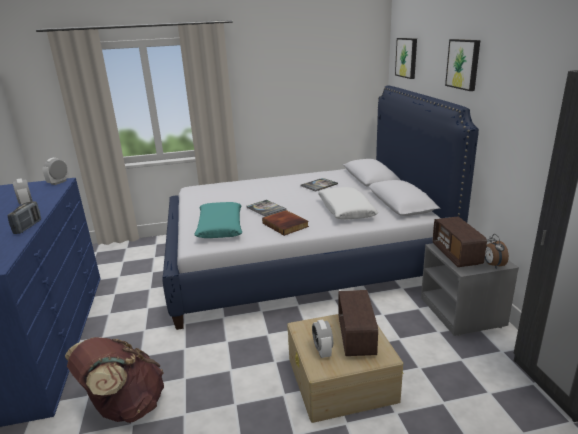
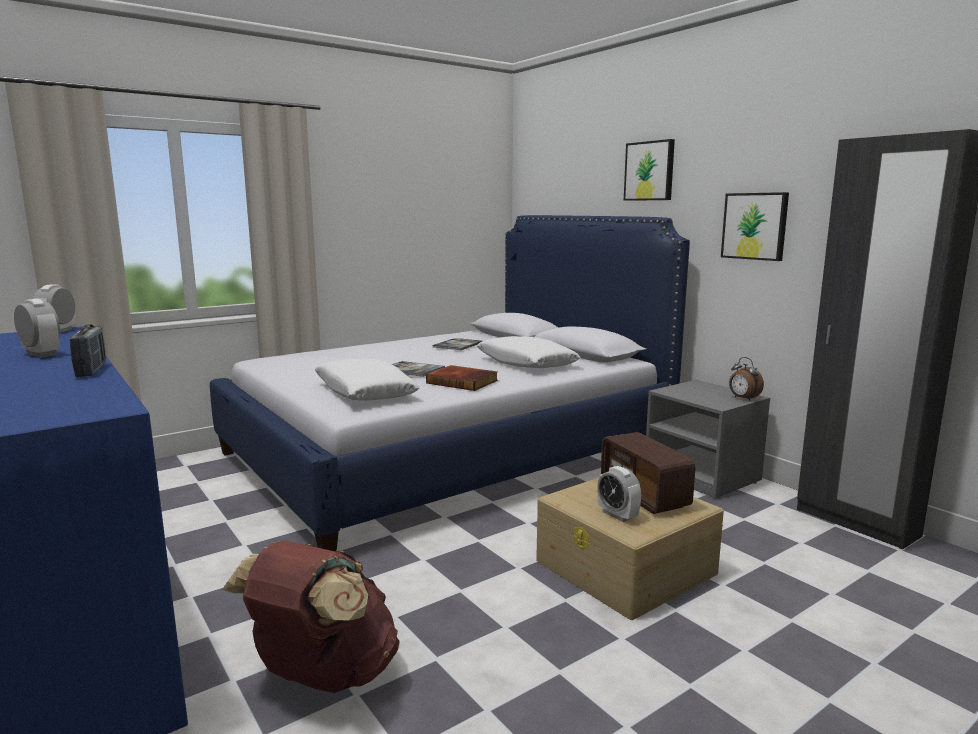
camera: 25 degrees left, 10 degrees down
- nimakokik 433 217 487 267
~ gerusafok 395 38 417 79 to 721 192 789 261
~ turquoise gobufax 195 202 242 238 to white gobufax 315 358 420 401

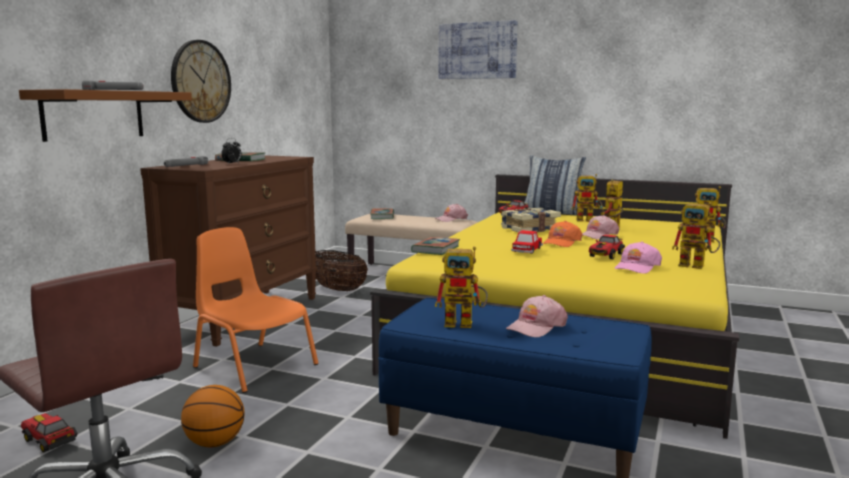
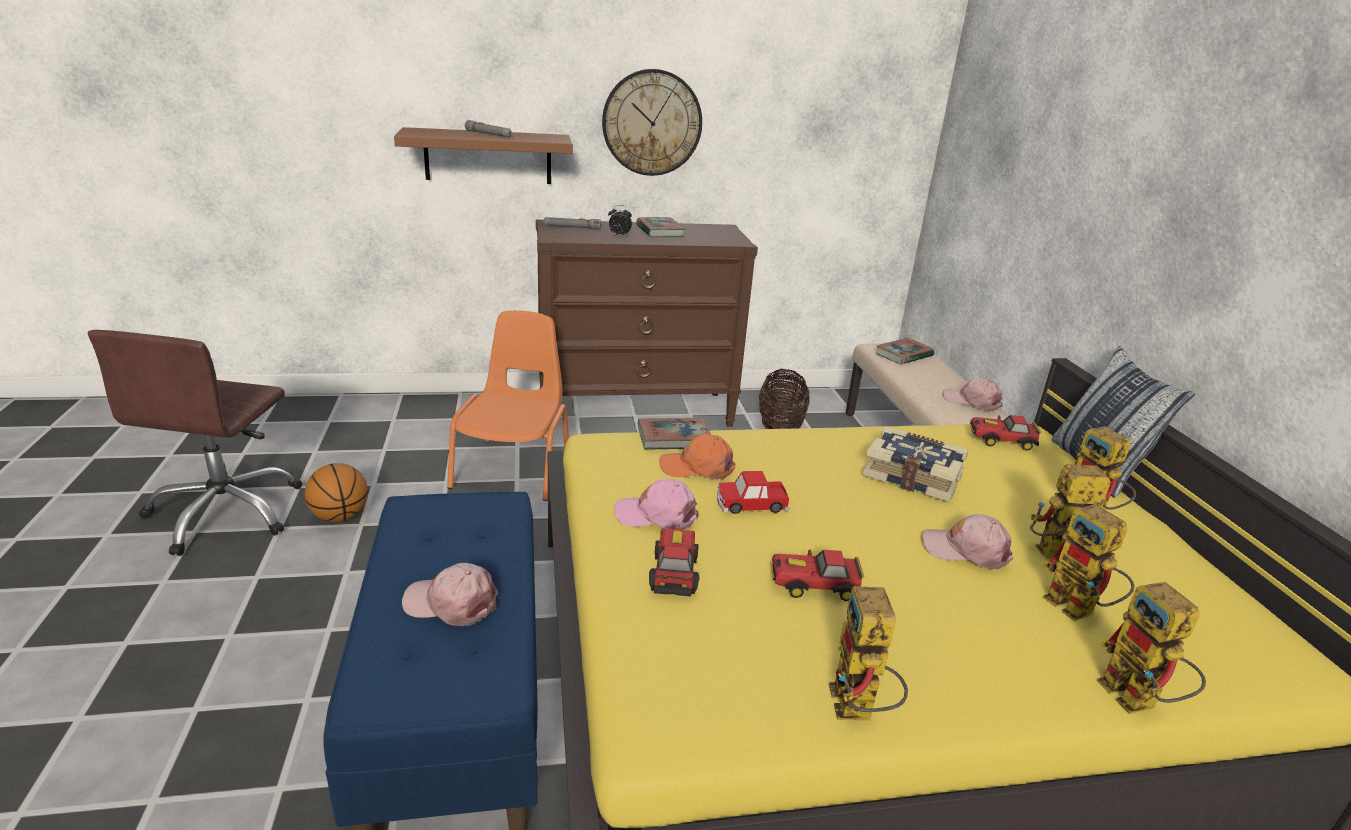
camera: 55 degrees right, 15 degrees up
- gerusafok 439 20 517 79
~ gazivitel 21 413 78 452 to 649 528 700 596
~ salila 435 247 488 328 to 1043 504 1134 621
~ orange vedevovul 543 221 582 247 to 659 434 735 479
~ pink vedevovul 615 241 662 274 to 614 478 698 530

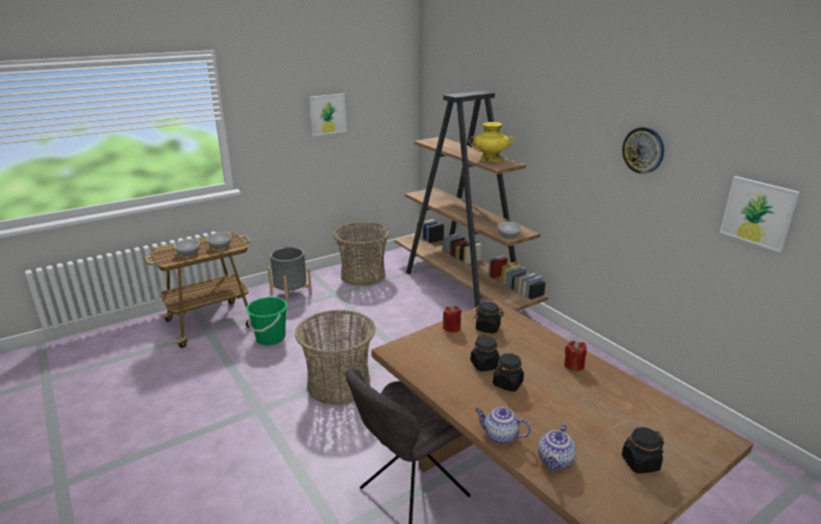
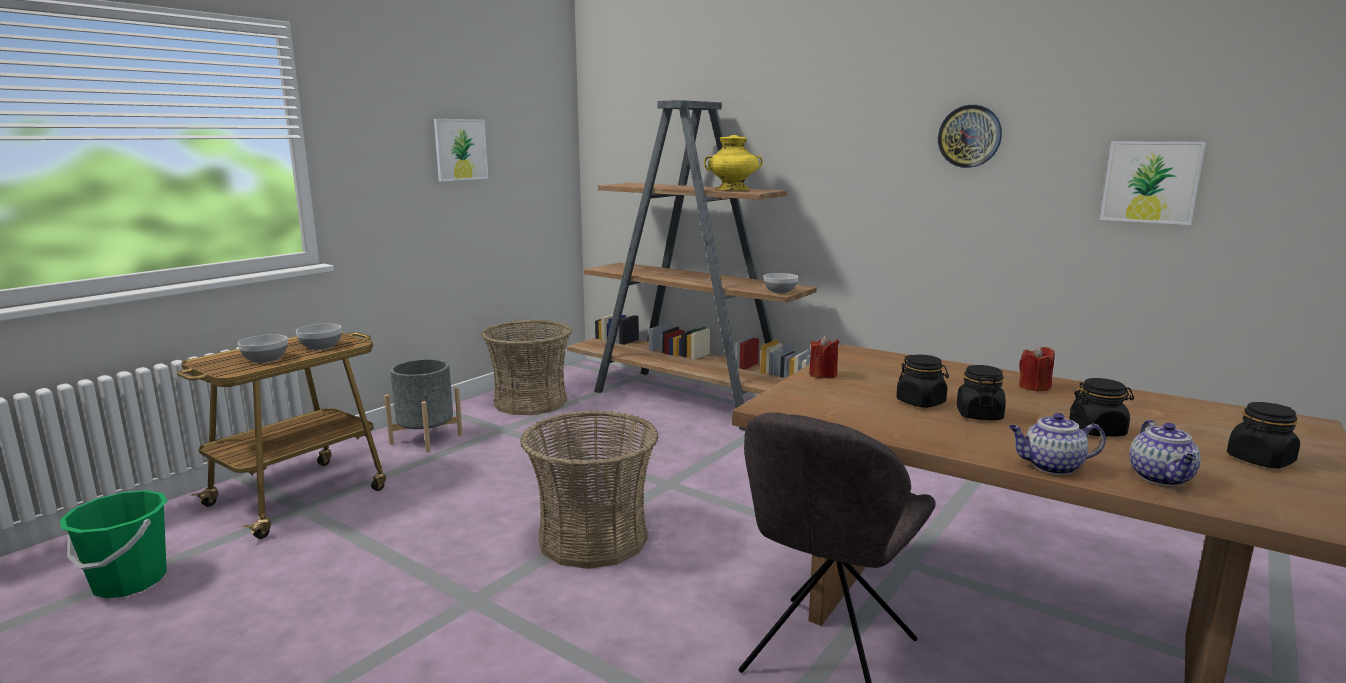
camera: 20 degrees left, 10 degrees down
~ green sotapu 246 297 288 345 to 59 490 168 598
~ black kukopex 475 302 504 333 to 1069 378 1134 437

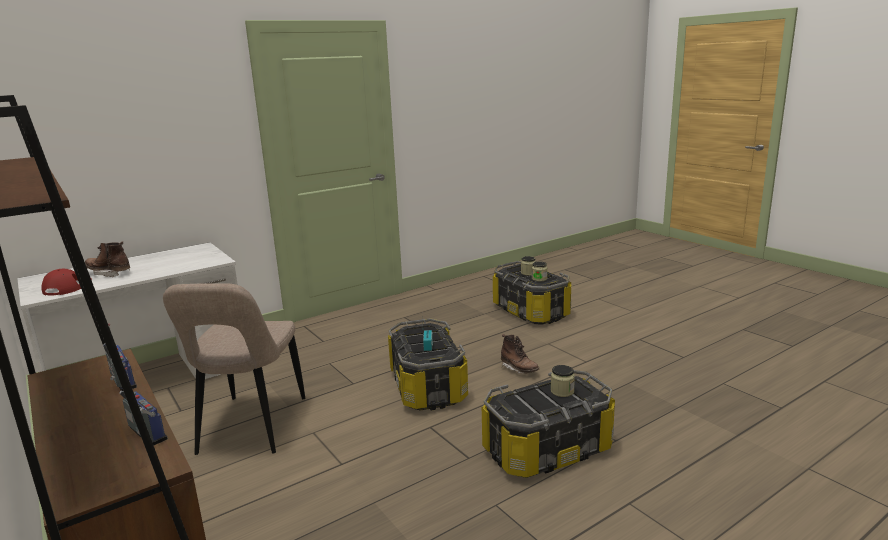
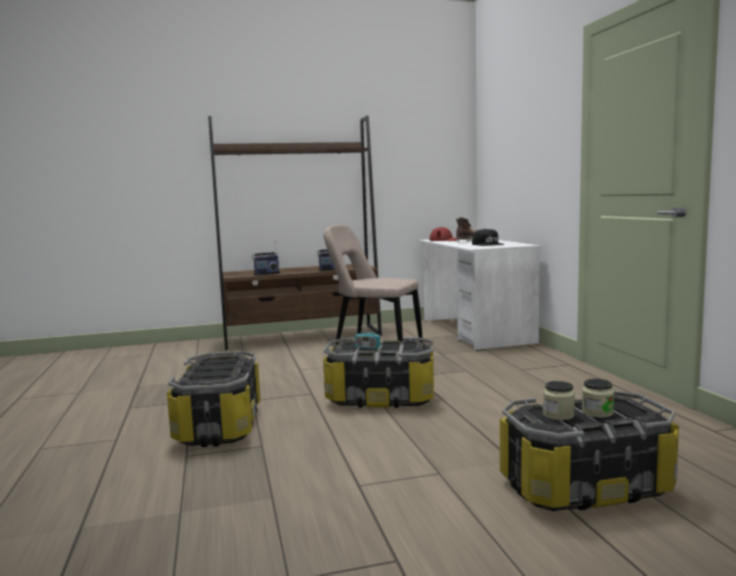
camera: 110 degrees right, 10 degrees down
- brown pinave 501 334 539 374
- kukopex 551 365 575 397
+ black vedevovul 472 229 504 246

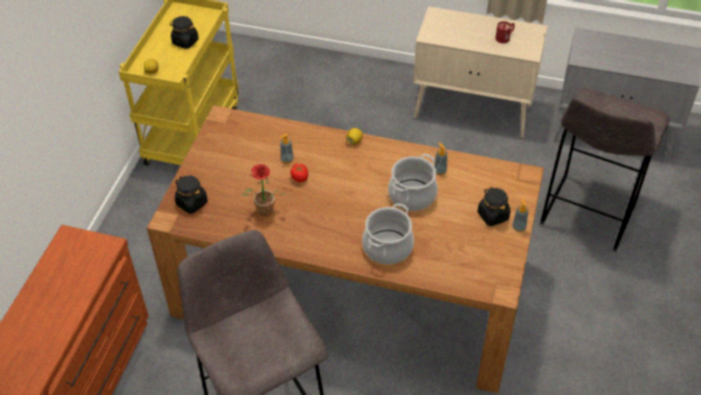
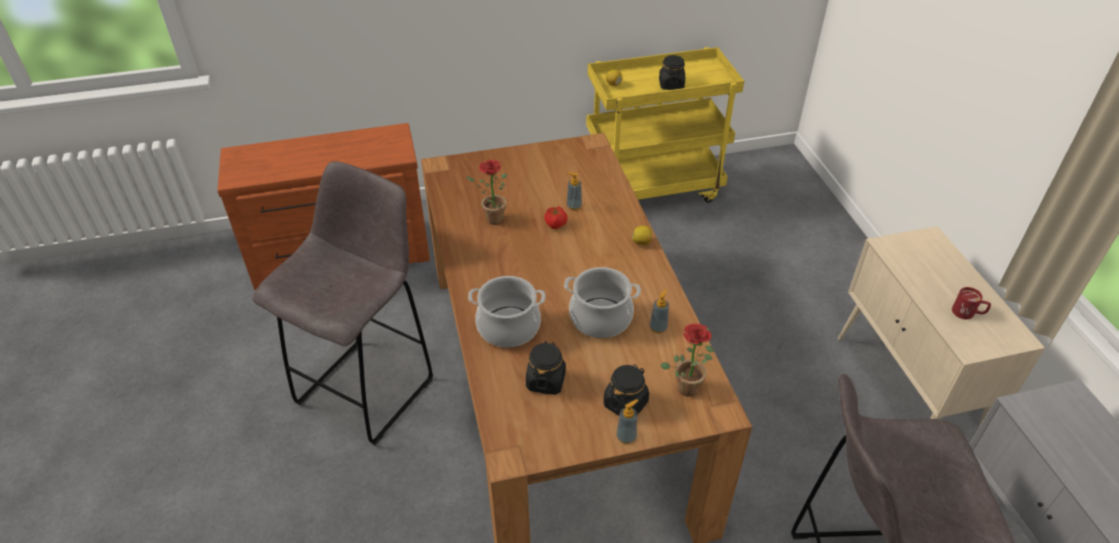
camera: 60 degrees right, 5 degrees down
+ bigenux 660 324 714 397
~ black kukopex 175 176 208 214 to 526 341 566 395

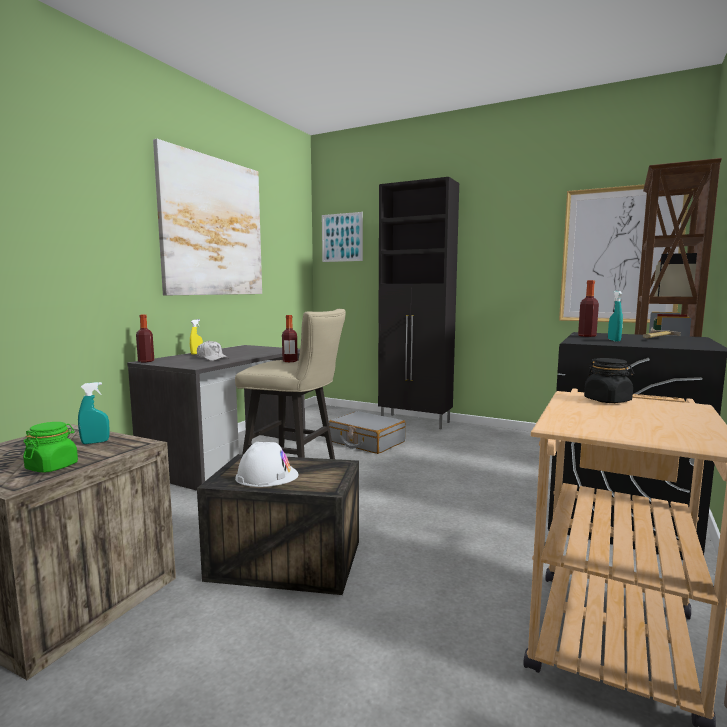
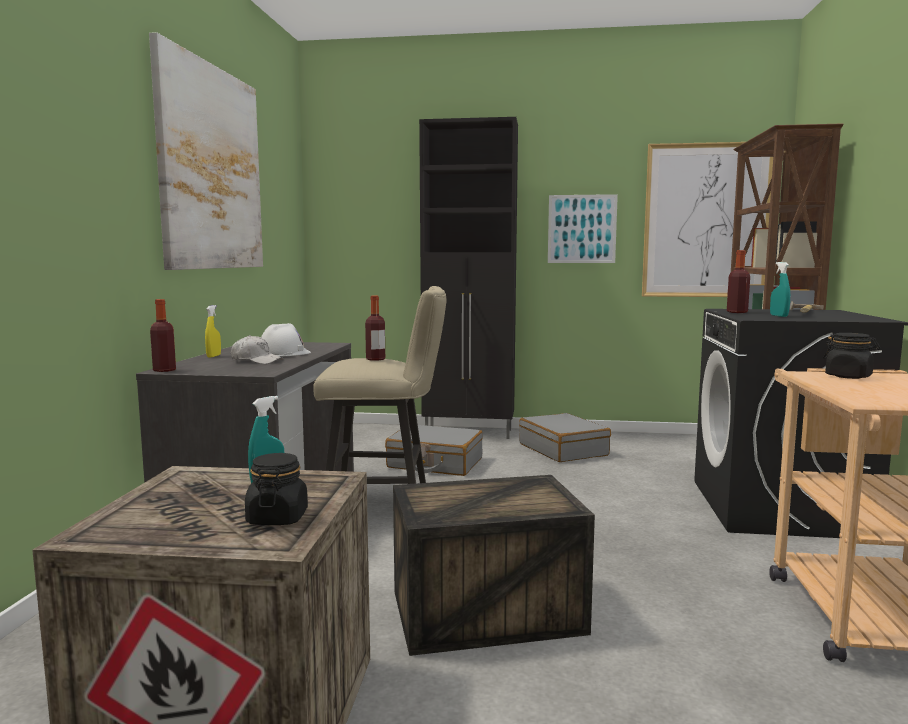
camera: 20 degrees left, 0 degrees up
+ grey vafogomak 519 413 611 462
~ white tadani 235 442 298 487 to 261 323 311 357
~ gerusafok 322 212 363 262 to 548 194 618 263
~ green kukopex 23 422 78 473 to black kukopex 245 453 308 525

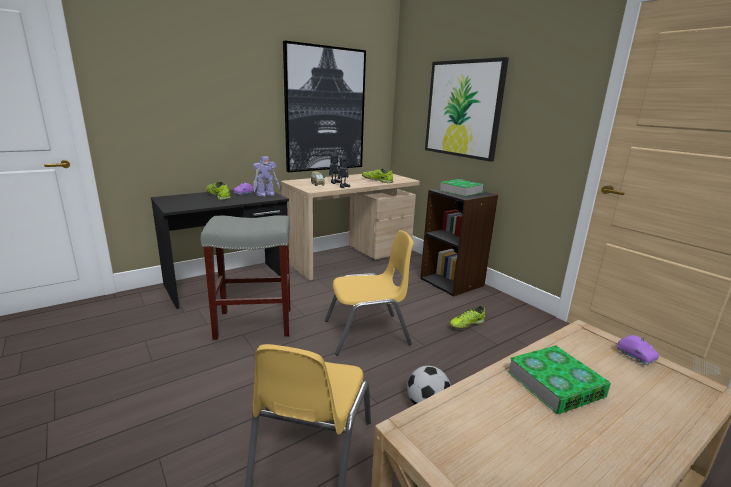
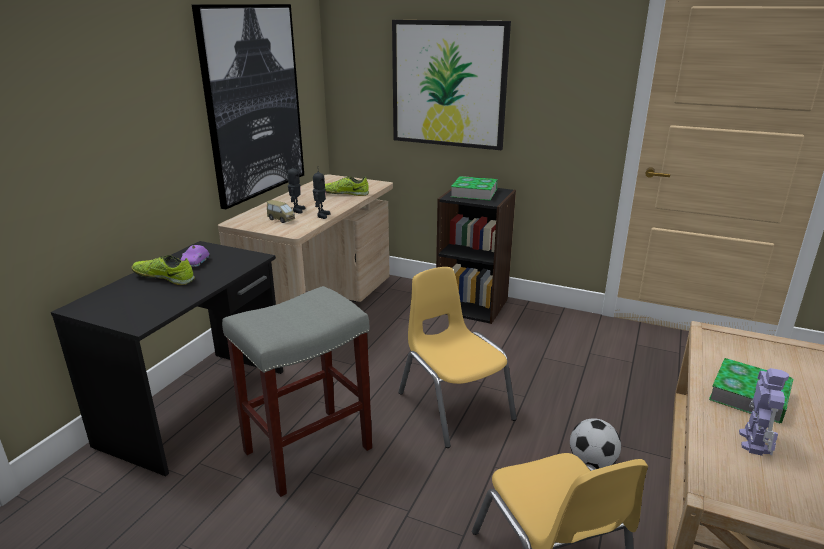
camera: 30 degrees left, 5 degrees up
- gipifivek 449 305 485 329
- purple gazivitel 616 335 659 365
~ salila 253 156 280 197 to 739 368 789 456
~ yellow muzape 325 230 414 355 = 398 267 517 448 75 degrees counterclockwise

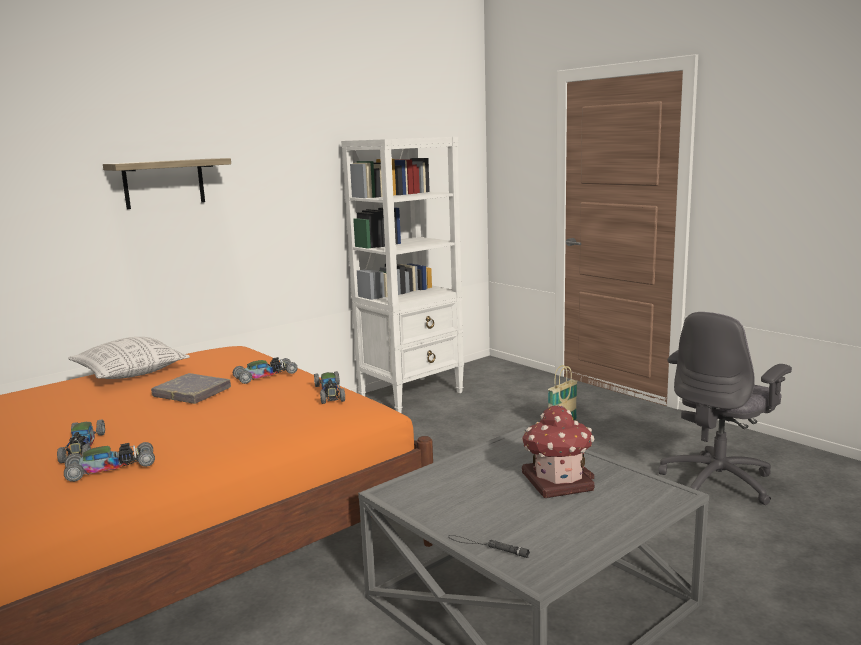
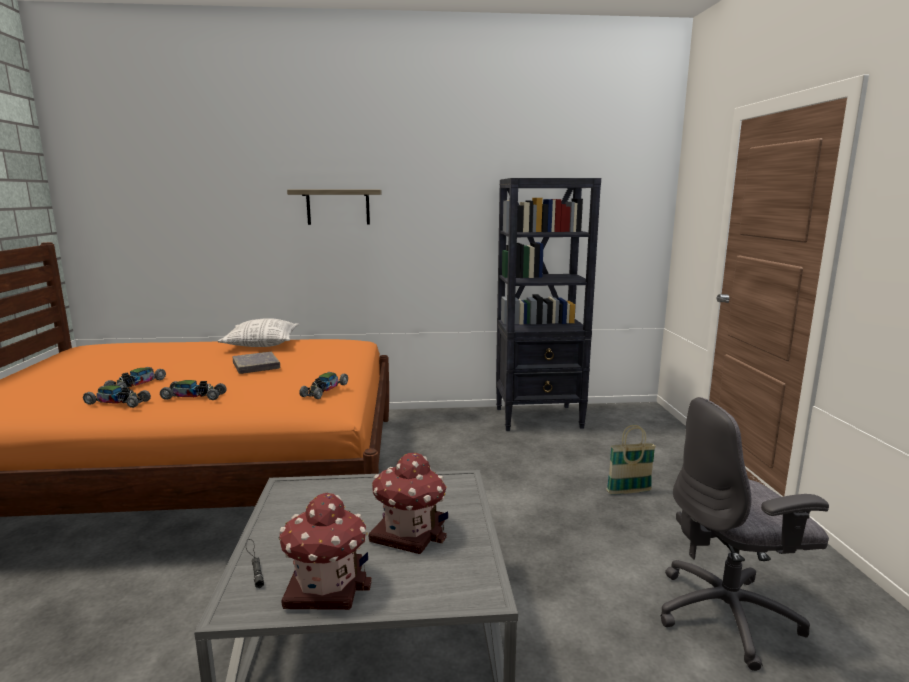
camera: 35 degrees right, 0 degrees up
+ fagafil 279 492 372 610
~ gazivitel 233 357 298 384 to 160 380 227 400
~ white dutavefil 341 137 464 413 to black dutavefil 496 178 601 431

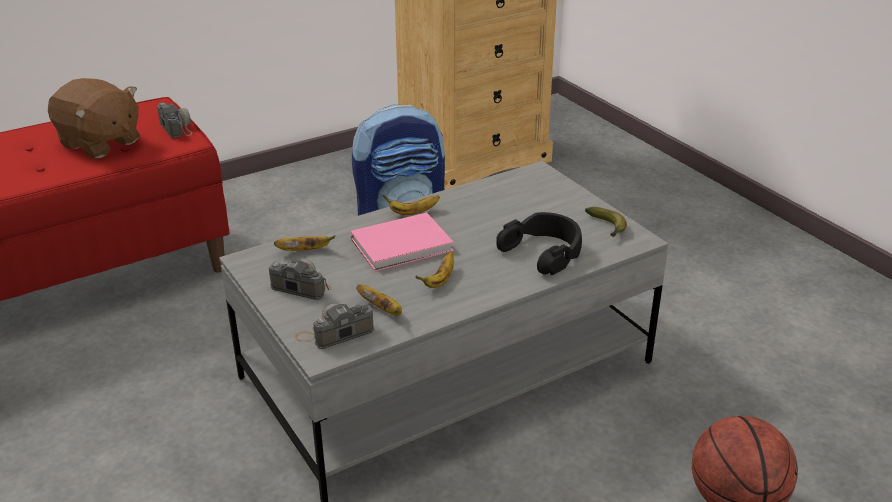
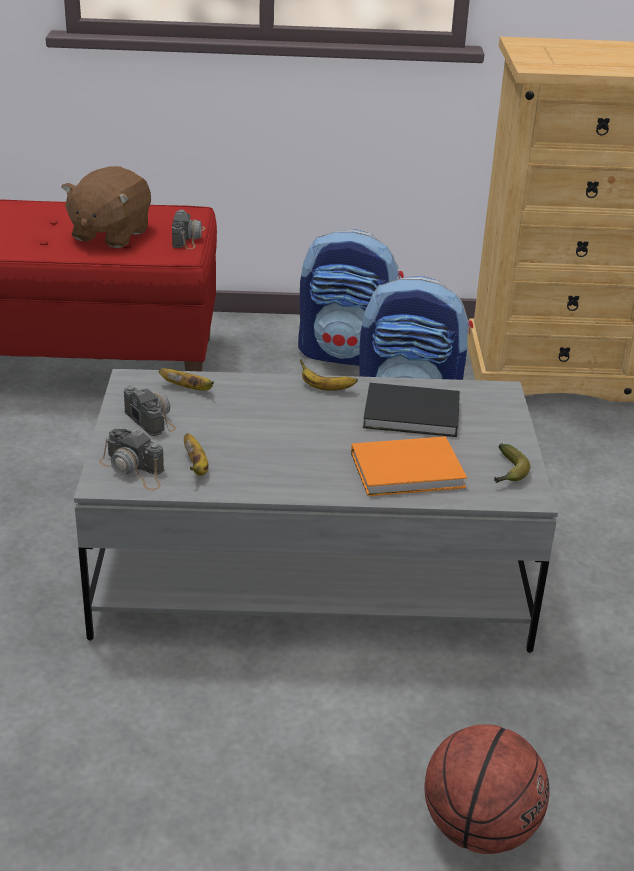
camera: 30 degrees right, 0 degrees up
- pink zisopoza 351 213 454 271
- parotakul 415 251 454 288
+ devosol 298 229 404 366
+ black zisopoza 363 383 460 437
~ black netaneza 496 212 582 275 to orange zisopoza 351 436 467 496
~ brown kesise 48 78 140 158 = 61 166 151 248 45 degrees clockwise
~ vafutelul 295 304 374 349 = 99 429 164 490 150 degrees counterclockwise

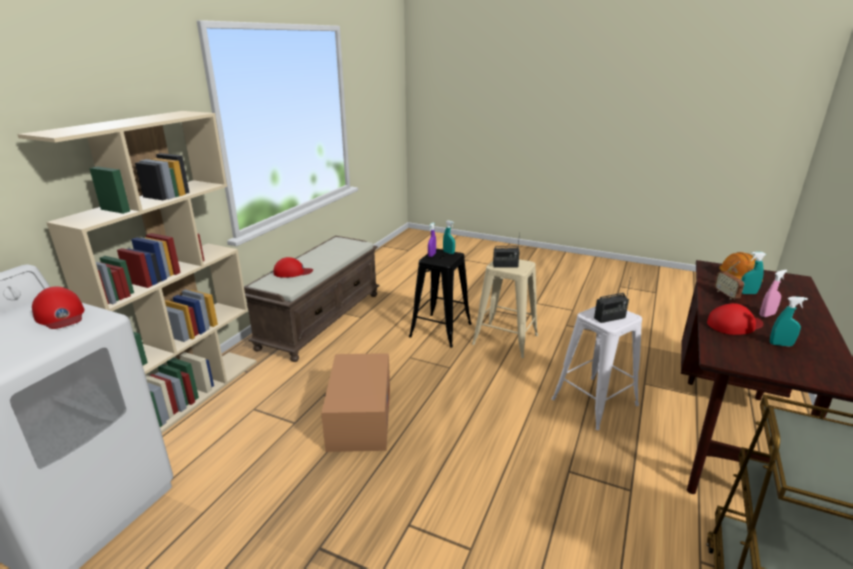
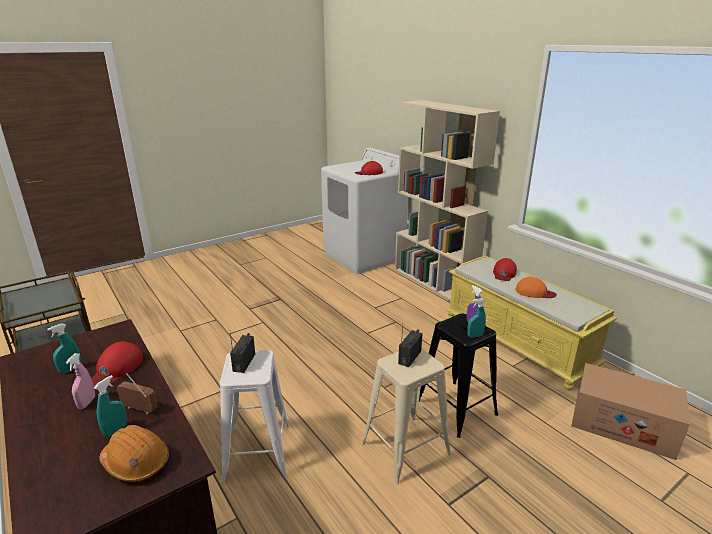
camera: 120 degrees right, 0 degrees up
+ orange vedevovul 516 277 557 298
~ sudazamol 321 353 390 452 to 571 363 690 460
~ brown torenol 244 236 380 362 to yellow torenol 445 256 617 391

